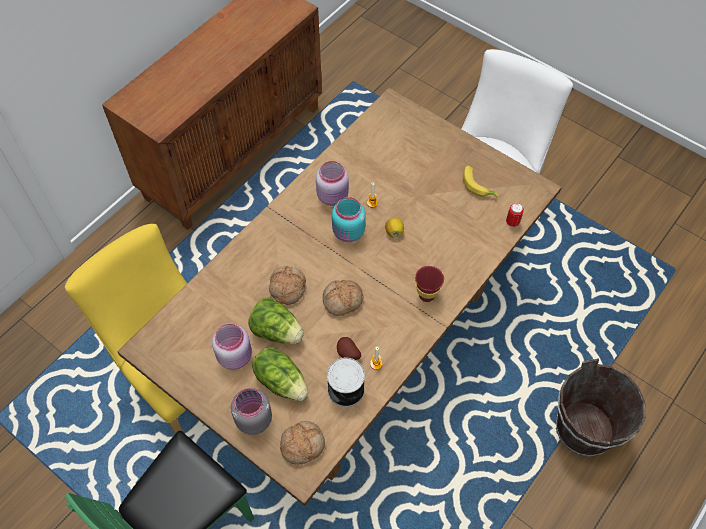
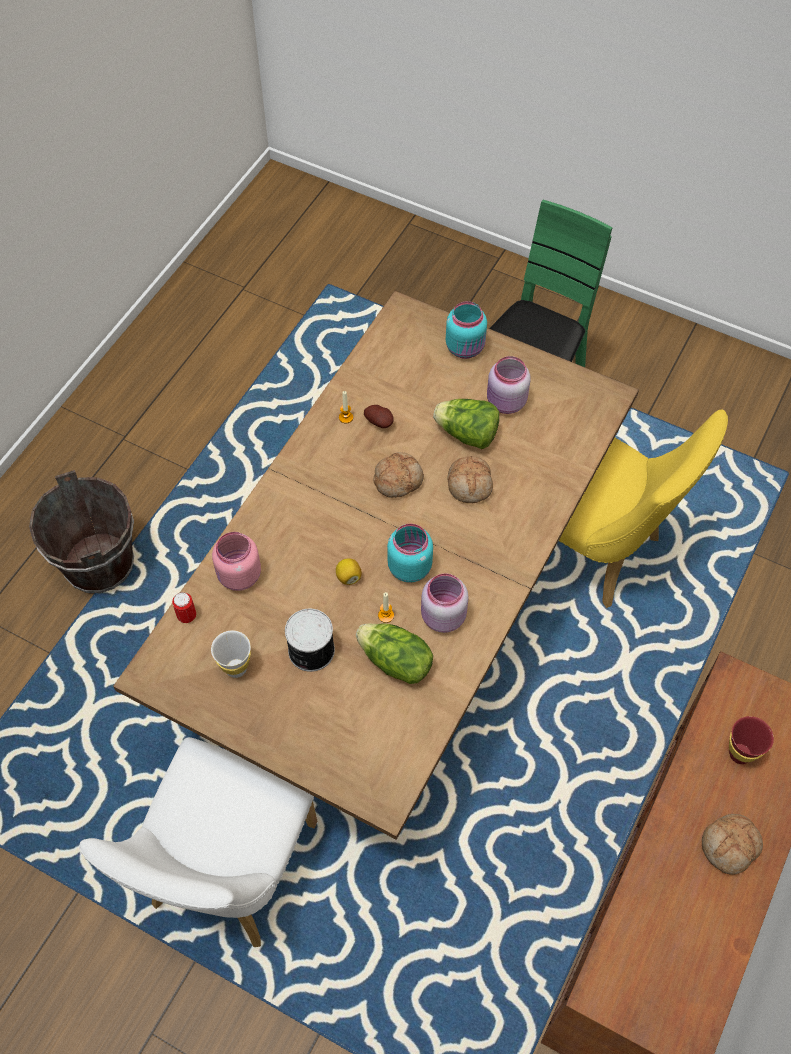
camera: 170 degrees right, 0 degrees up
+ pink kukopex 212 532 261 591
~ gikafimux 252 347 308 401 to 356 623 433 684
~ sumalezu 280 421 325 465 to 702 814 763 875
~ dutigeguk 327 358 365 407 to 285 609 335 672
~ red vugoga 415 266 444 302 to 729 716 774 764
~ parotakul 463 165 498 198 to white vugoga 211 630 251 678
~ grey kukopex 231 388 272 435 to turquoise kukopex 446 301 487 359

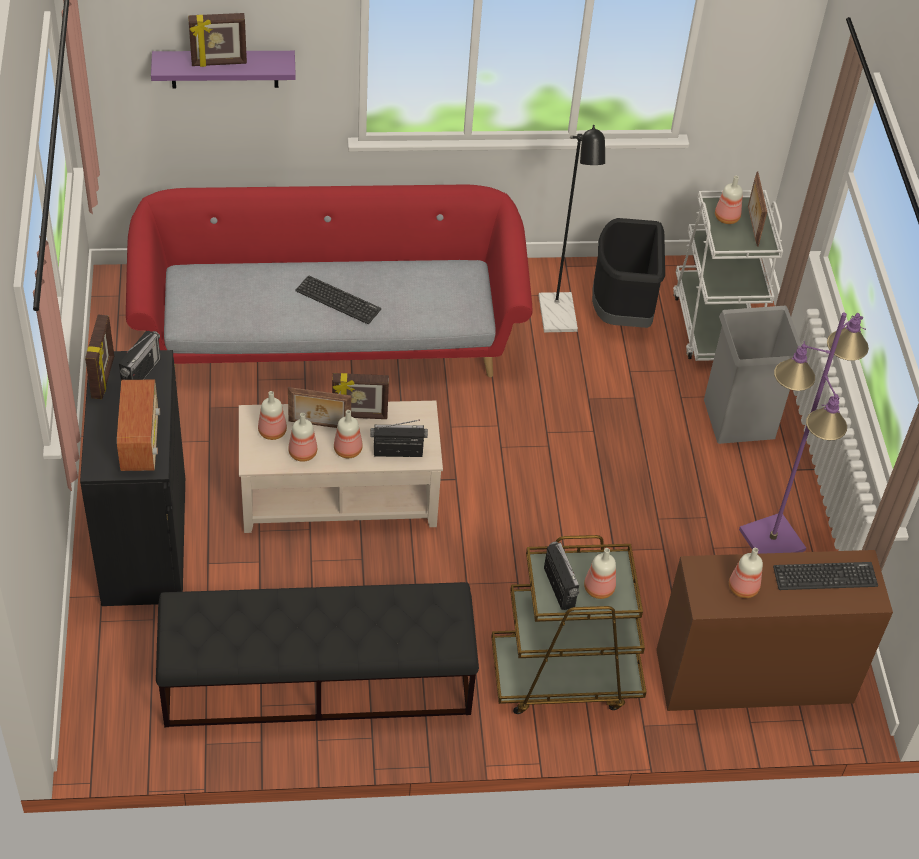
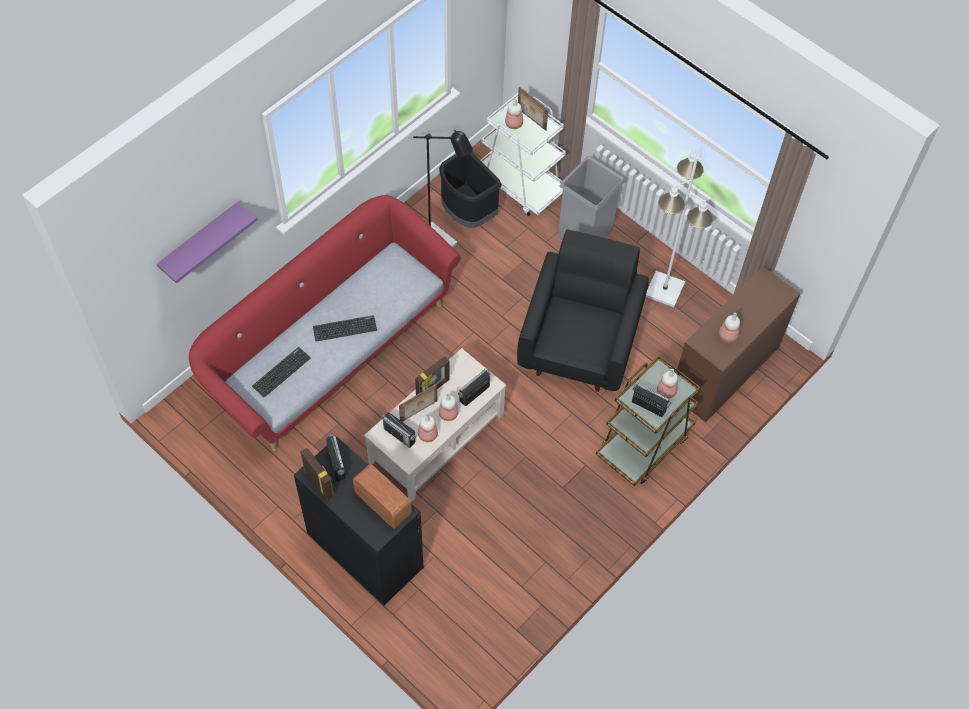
camera: 40 degrees left, 10 degrees up
- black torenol 156 582 479 727
- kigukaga 188 13 247 67
+ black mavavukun 517 229 649 392
~ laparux 773 562 878 590 to 252 347 311 397
~ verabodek 258 391 287 440 to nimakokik 381 412 416 448
~ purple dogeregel 739 313 869 554 to white dogeregel 646 150 713 307

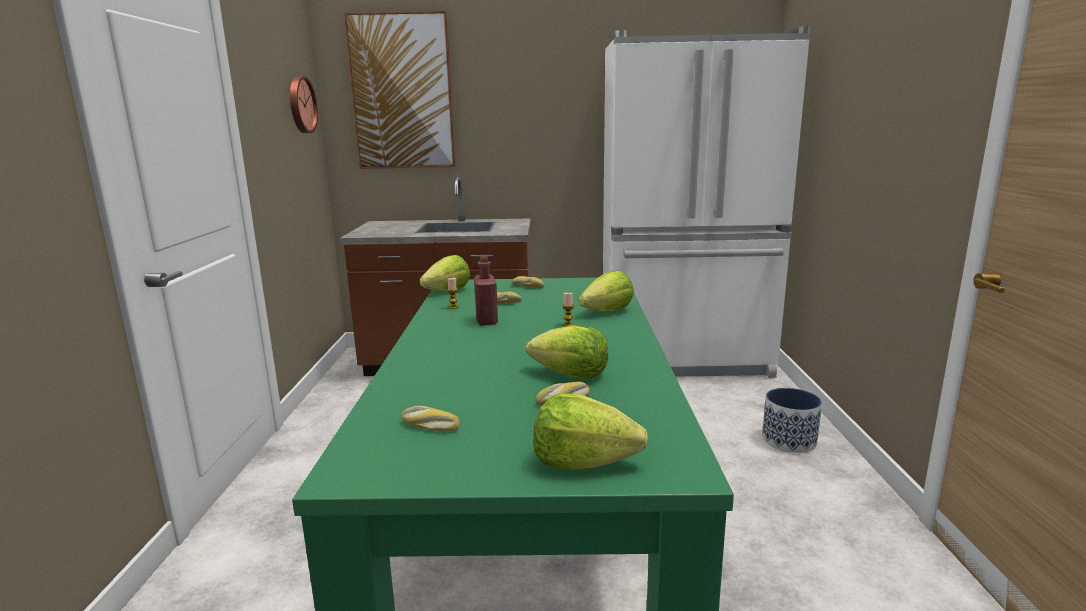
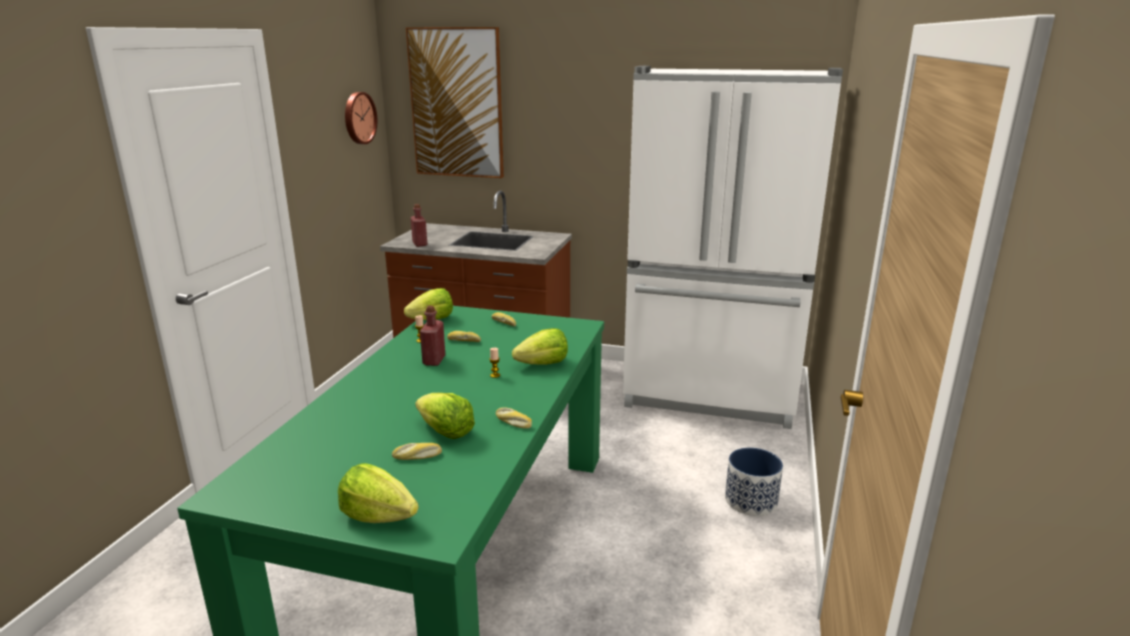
camera: 15 degrees right, 5 degrees up
+ red verabodek 411 204 427 247
~ sumalezu 401 406 460 432 to 496 407 532 429

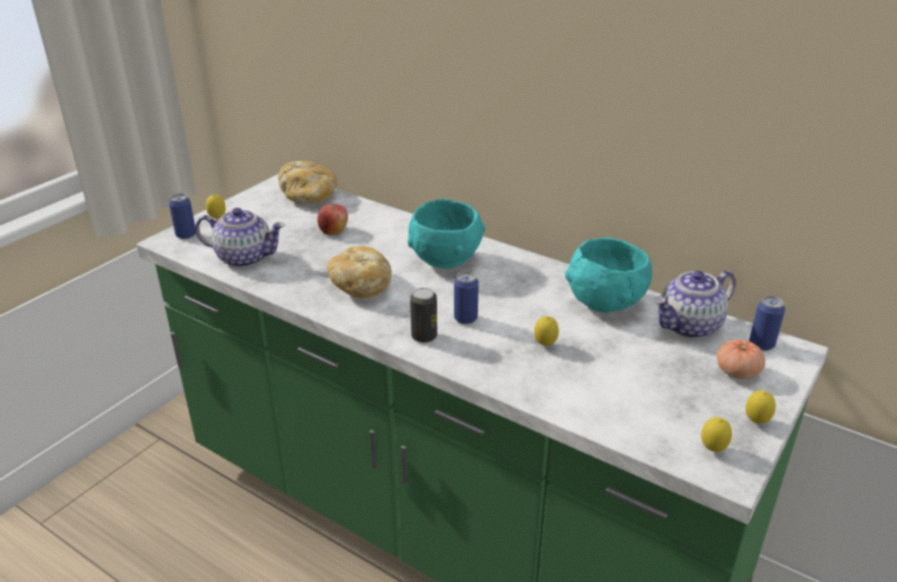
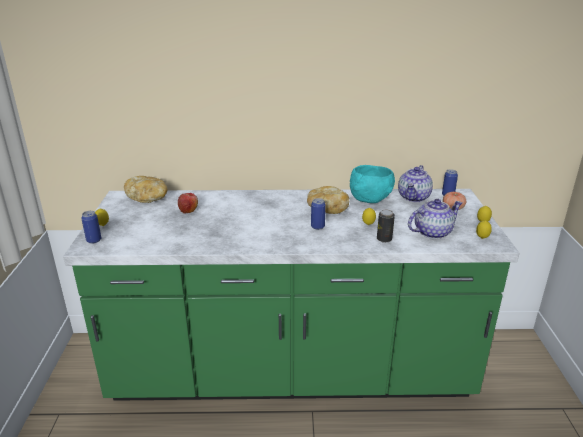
camera: 35 degrees left, 5 degrees down
- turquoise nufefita 407 199 485 269
~ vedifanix 195 208 285 268 to 408 199 463 239
~ sumalezu 327 246 392 298 to 307 186 349 214
~ dutigeguk 410 288 437 343 to 377 210 395 243

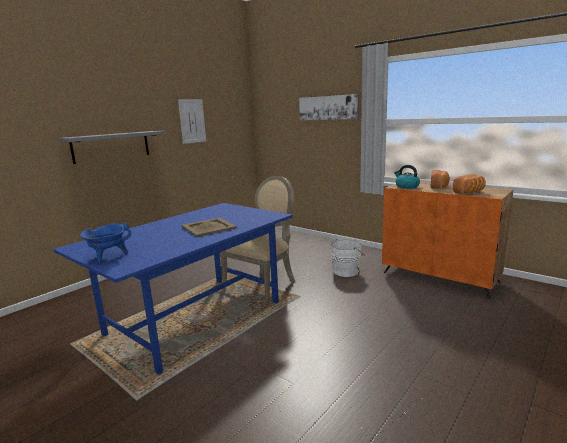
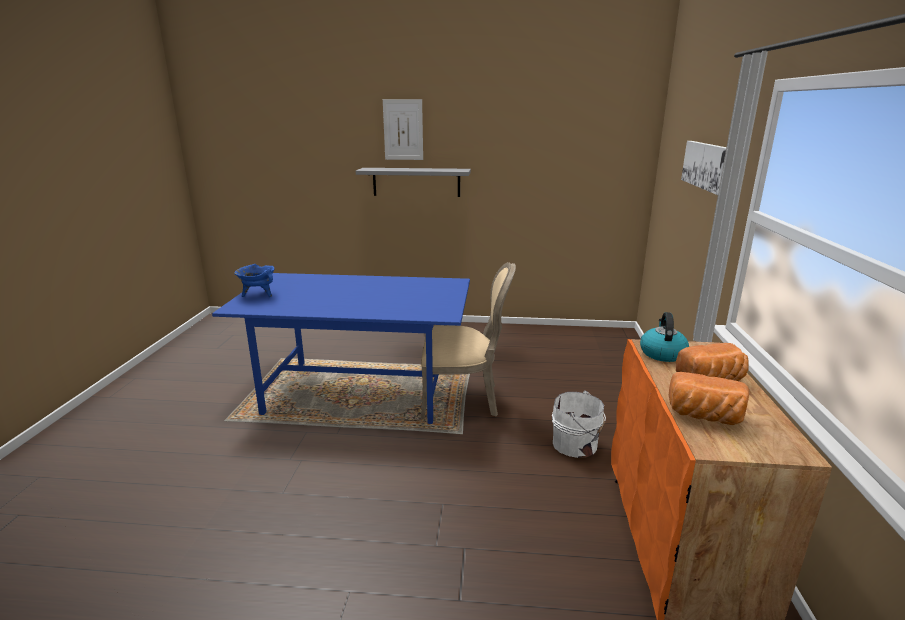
camera: 55 degrees right, 5 degrees up
- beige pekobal 181 218 237 237
~ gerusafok 178 99 206 144 to 383 99 423 160

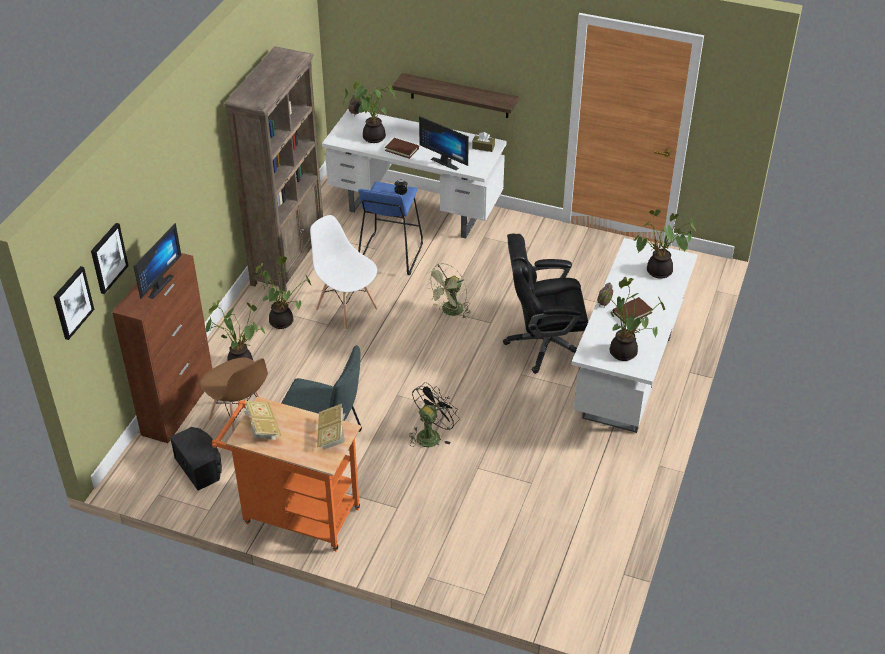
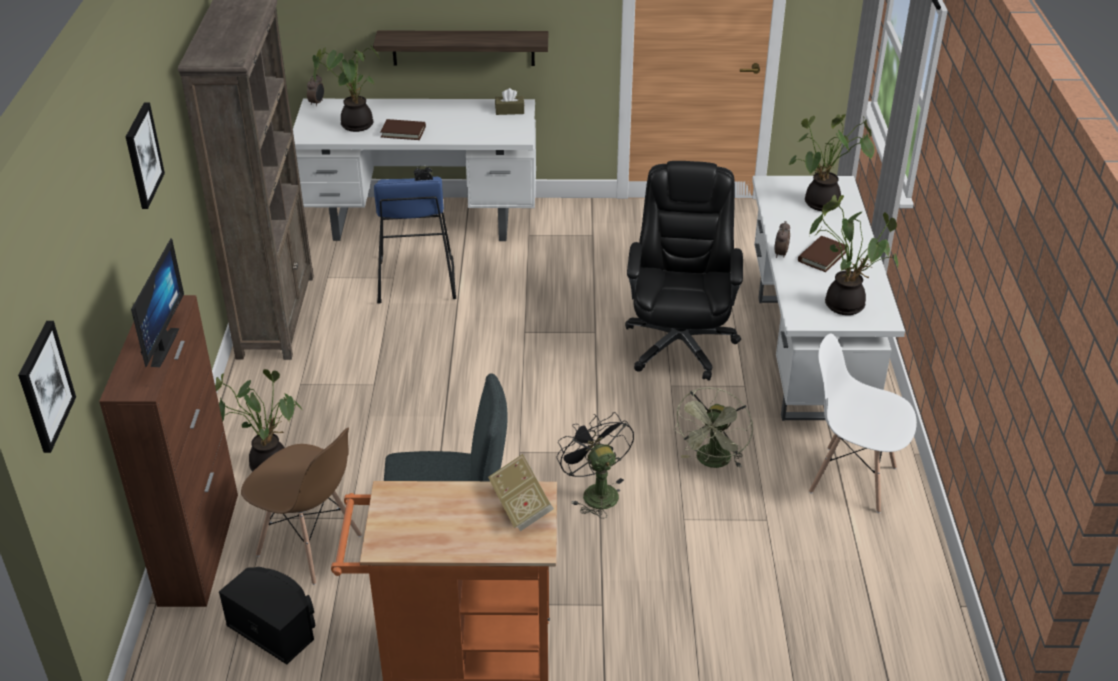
camera: 20 degrees left, 5 degrees down
- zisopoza 244 401 281 440
- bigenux 255 255 312 329
- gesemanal 419 116 469 170
~ gerusafok 91 223 129 294 to 126 102 165 209
~ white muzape 310 215 378 330 to 809 334 917 513
~ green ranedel 426 263 470 318 to 674 387 753 468
~ black ranedel 409 382 459 447 = 556 412 634 519 45 degrees counterclockwise
~ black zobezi 503 234 588 374 = 625 161 743 381 120 degrees clockwise

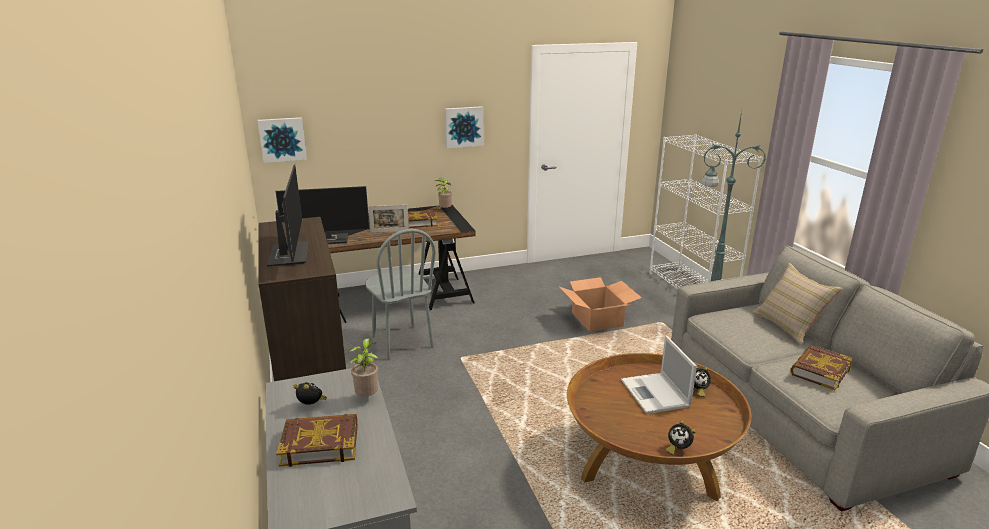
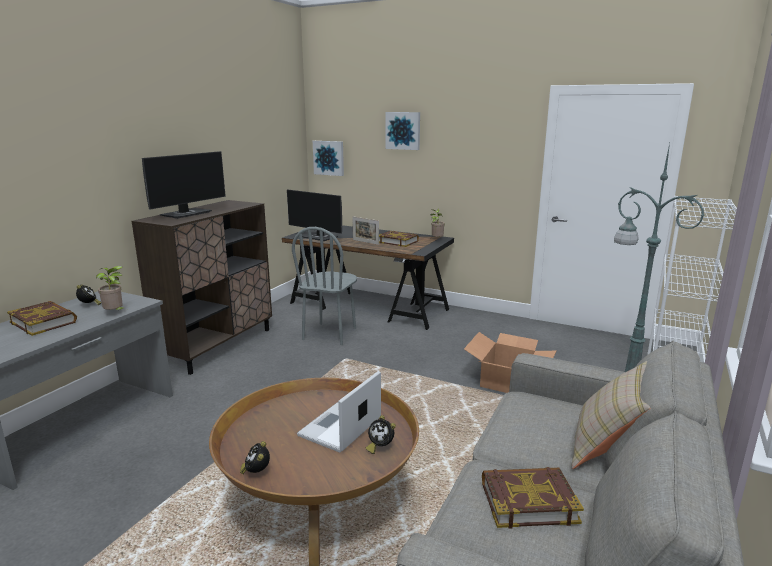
camera: 45 degrees right, 5 degrees down
~ gerusafok 445 106 484 148 to 385 112 420 150

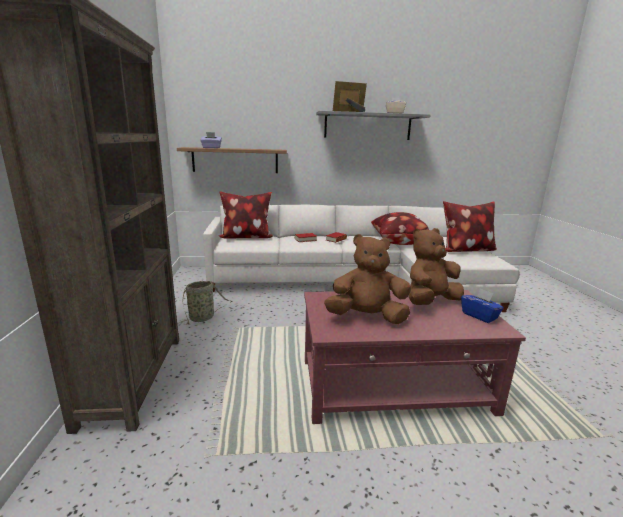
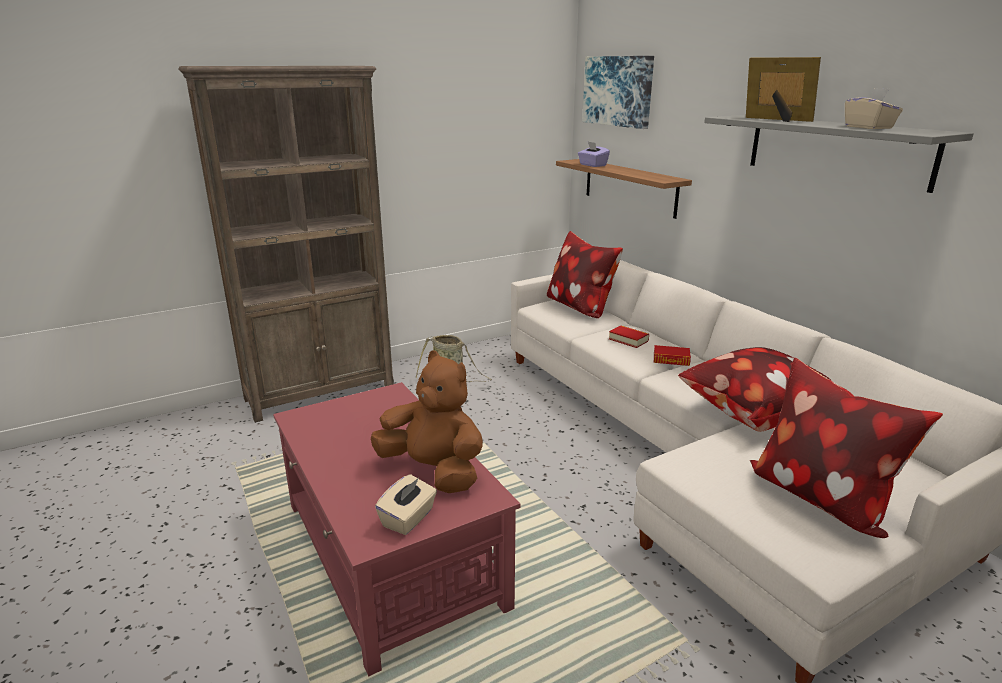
camera: 65 degrees right, 5 degrees up
- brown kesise 324 234 411 324
+ gerusafok 582 56 654 129
~ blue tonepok 461 289 504 323 to beige tonepok 375 474 437 535

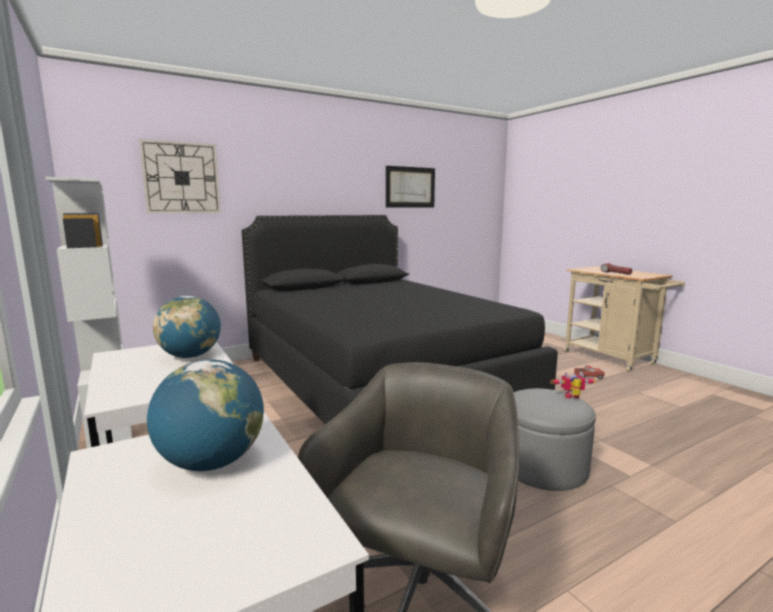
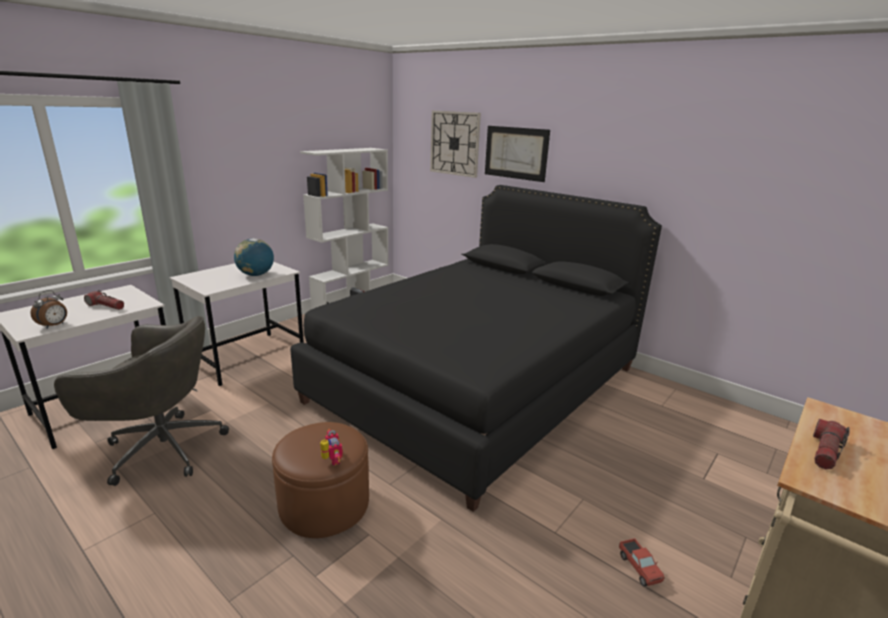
camera: 70 degrees right, 10 degrees up
+ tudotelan 30 290 67 328
~ gerusafok 386 166 435 208 to 485 126 550 182
~ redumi 147 359 264 471 to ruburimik 84 290 124 310
~ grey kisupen 514 388 596 491 to brown kisupen 272 422 369 538

